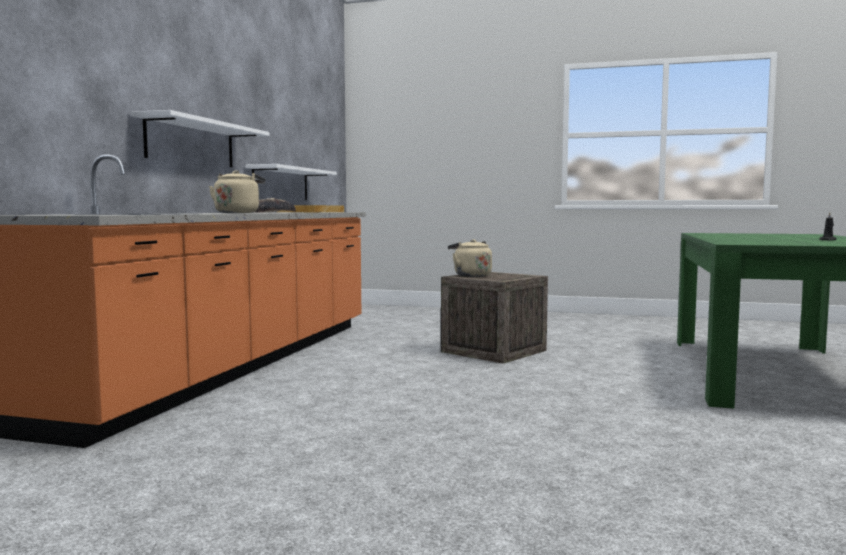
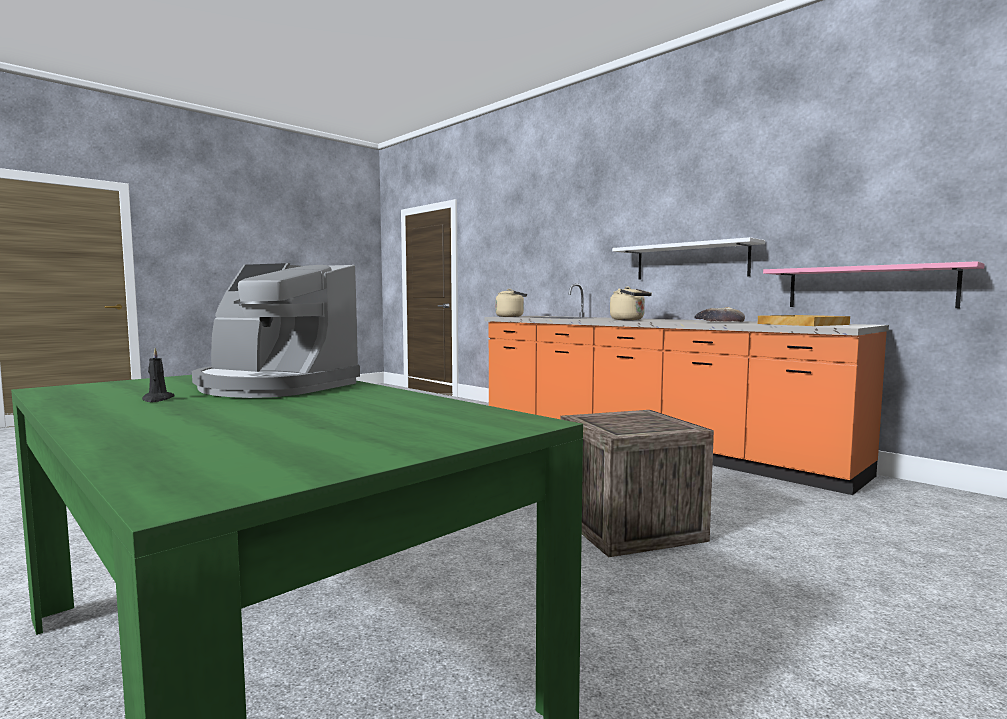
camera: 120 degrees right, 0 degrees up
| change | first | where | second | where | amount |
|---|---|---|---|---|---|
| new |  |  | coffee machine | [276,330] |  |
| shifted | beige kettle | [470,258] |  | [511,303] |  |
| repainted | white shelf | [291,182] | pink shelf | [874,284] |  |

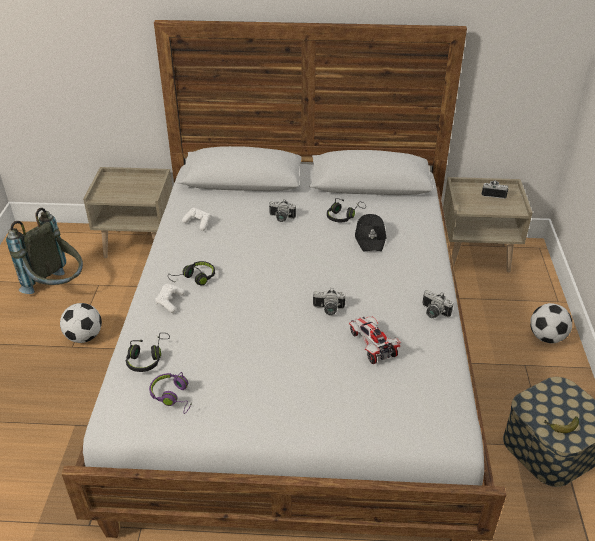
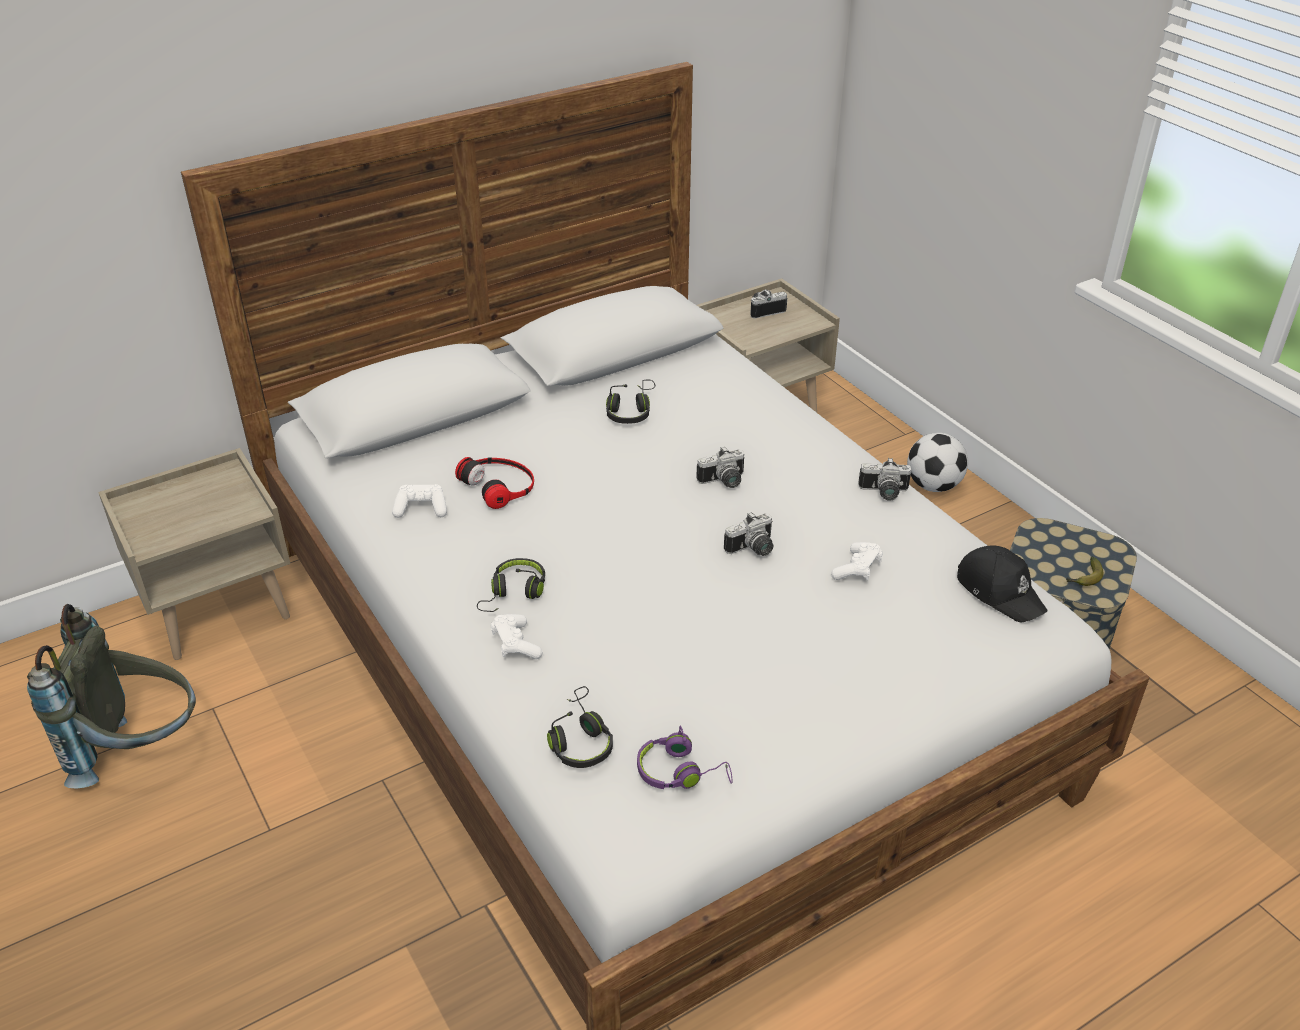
camera: 35 degrees left, 0 degrees up
| change | first | where | second | where | amount |
|---|---|---|---|---|---|
| new |  |  | headphones | [494,483] |  |
| shifted | photo camera | [282,211] |  | [720,467] |  |
| swapped | toy car | [375,340] | white game controller | [857,561] |  |
| shifted | black cap | [370,232] |  | [1002,584] |  |
| gone | football | [81,323] |  |  |  |

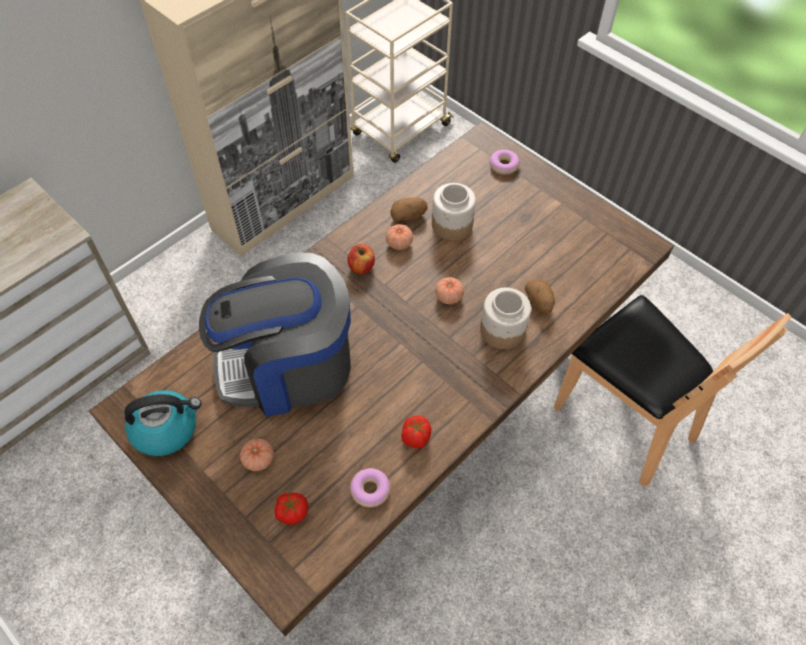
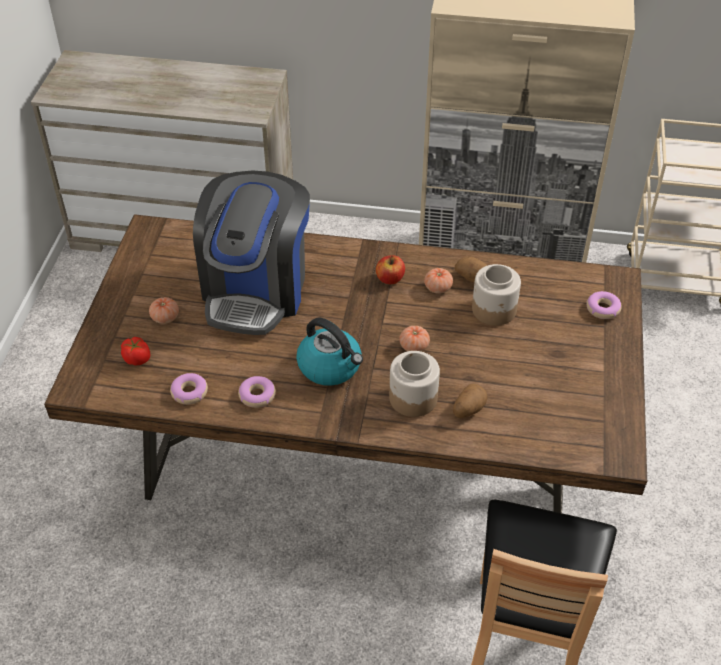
camera: 55 degrees right, 10 degrees down
| change | first | where | second | where | amount |
|---|---|---|---|---|---|
| rotated | coffee machine | [275,334] |  | [251,253] | 120 degrees counterclockwise |
| swapped | tomato | [416,431] | donut | [257,392] |  |
| shifted | kettle | [162,423] |  | [329,351] |  |

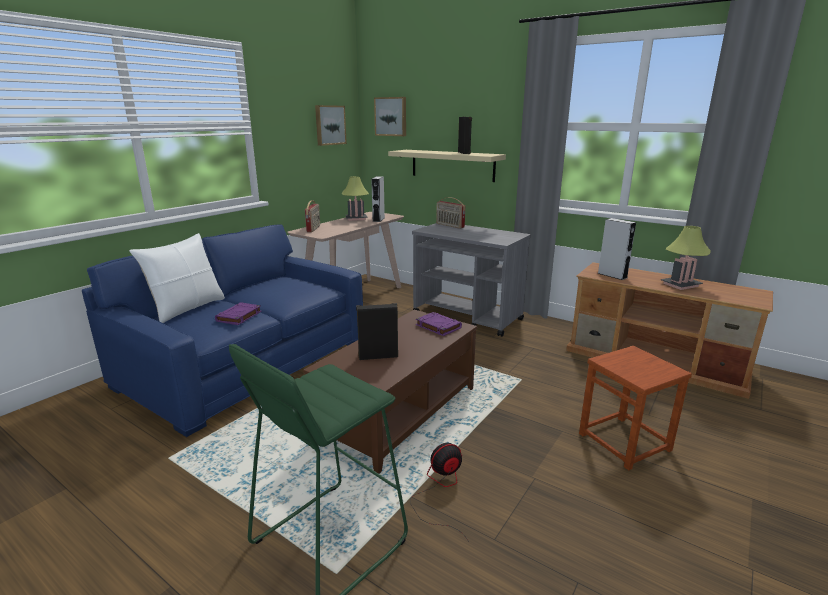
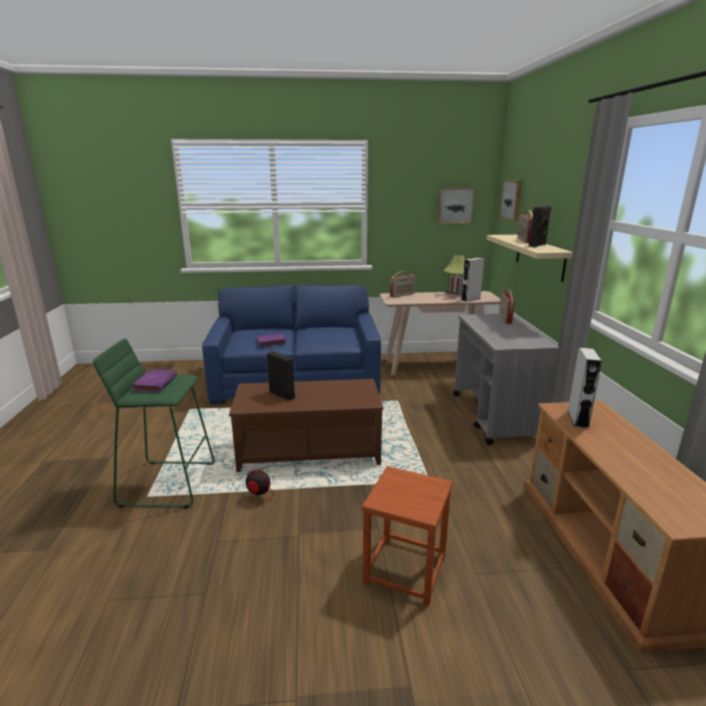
camera: 50 degrees right, 0 degrees up
| change | first | where | second | where | amount |
|---|---|---|---|---|---|
| shifted | purple book | [439,324] |  | [154,380] |  |
| new |  |  | radio | [525,226] |  |
| gone | white pillow | [177,278] |  |  |  |
| gone | table lamp | [686,258] |  |  |  |

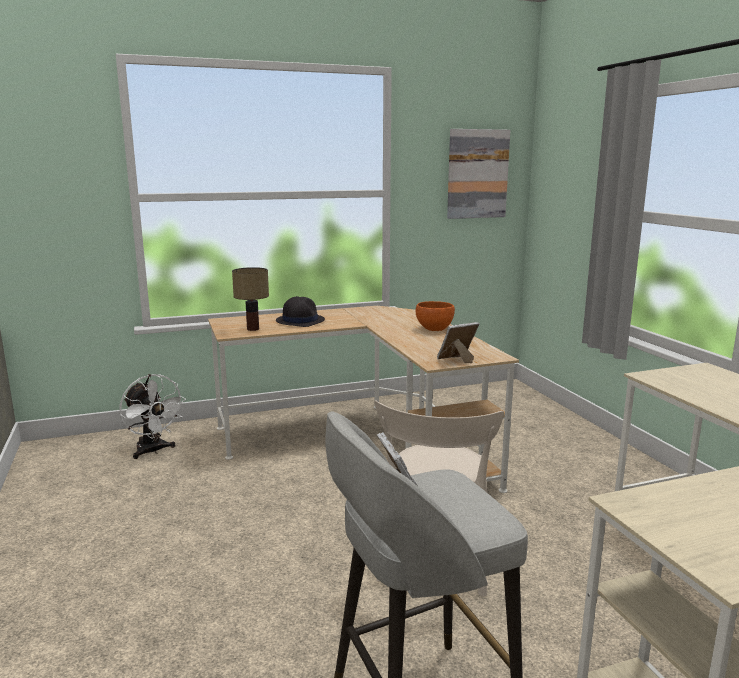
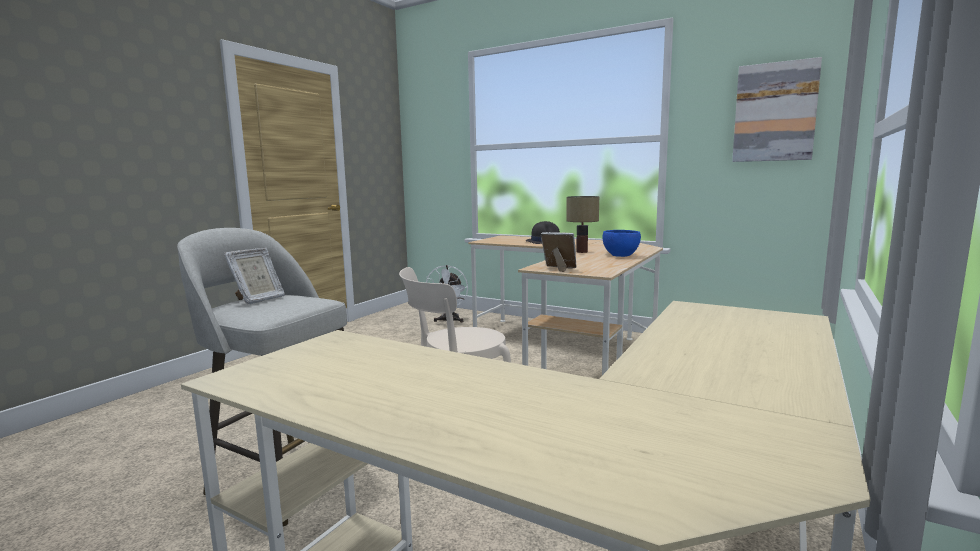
camera: 50 degrees right, 5 degrees down
| change | first | where | second | where | amount |
|---|---|---|---|---|---|
| shifted | table lamp | [250,299] |  | [582,224] |  |
| repainted | orange bowl | [435,316] | blue bowl | [621,243] |  |

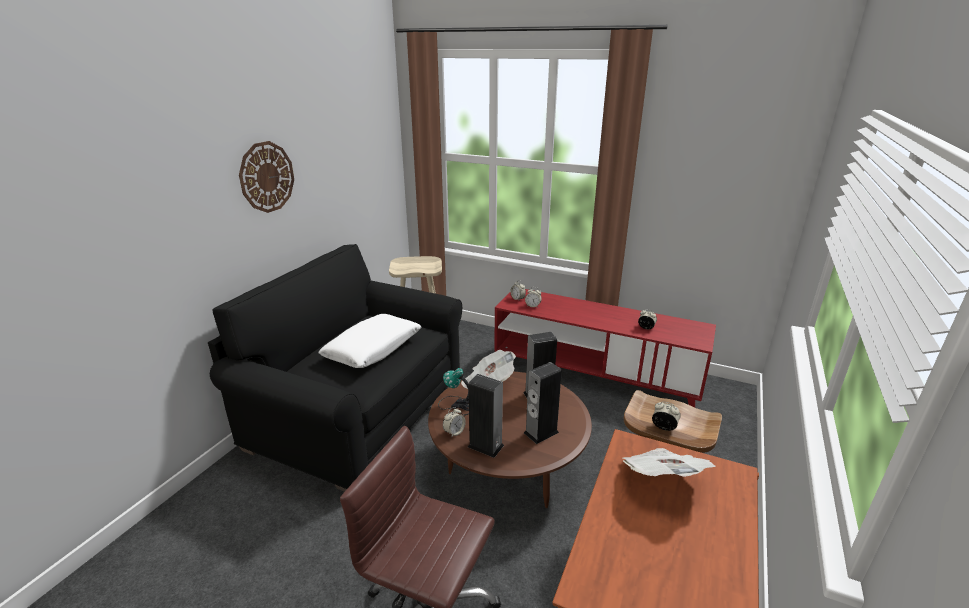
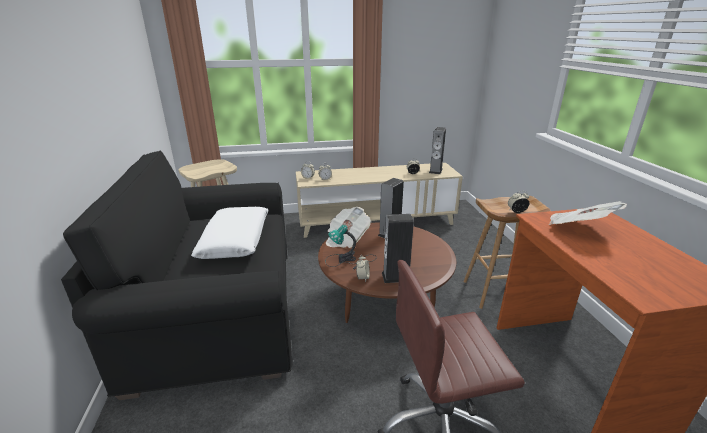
camera: 35 degrees left, 0 degrees up
| change | first | where | second | where | amount |
|---|---|---|---|---|---|
| repainted | red tv stand | [605,348] | beige tv stand | [379,200] |  |
| shifted | speaker | [543,403] |  | [437,150] |  |
| gone | wall clock | [266,177] |  |  |  |

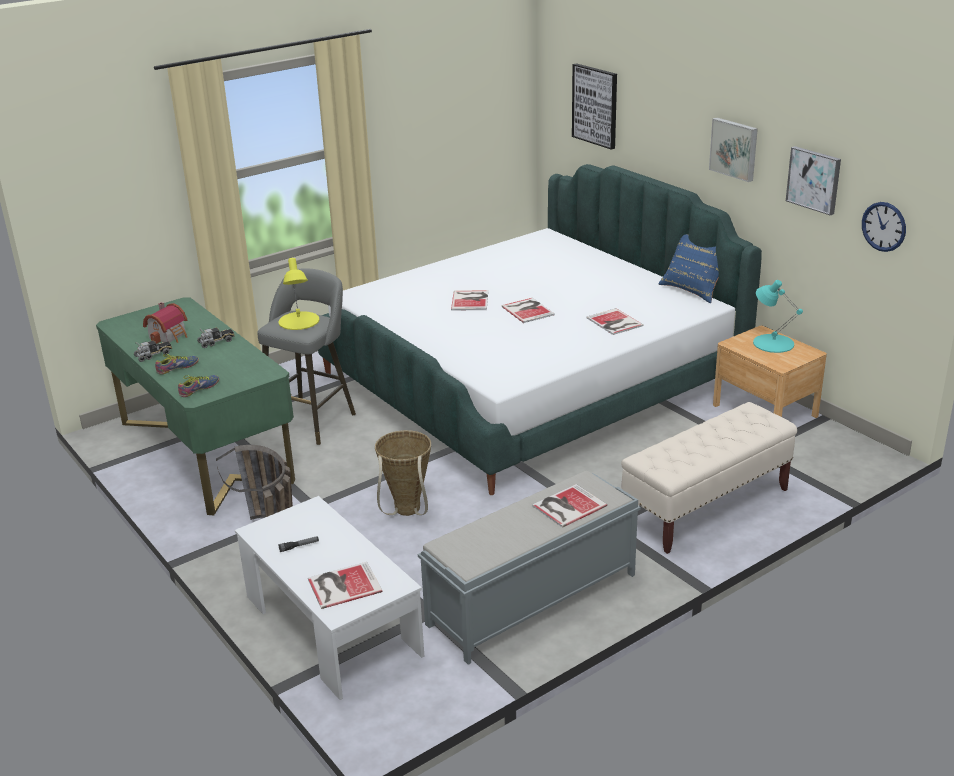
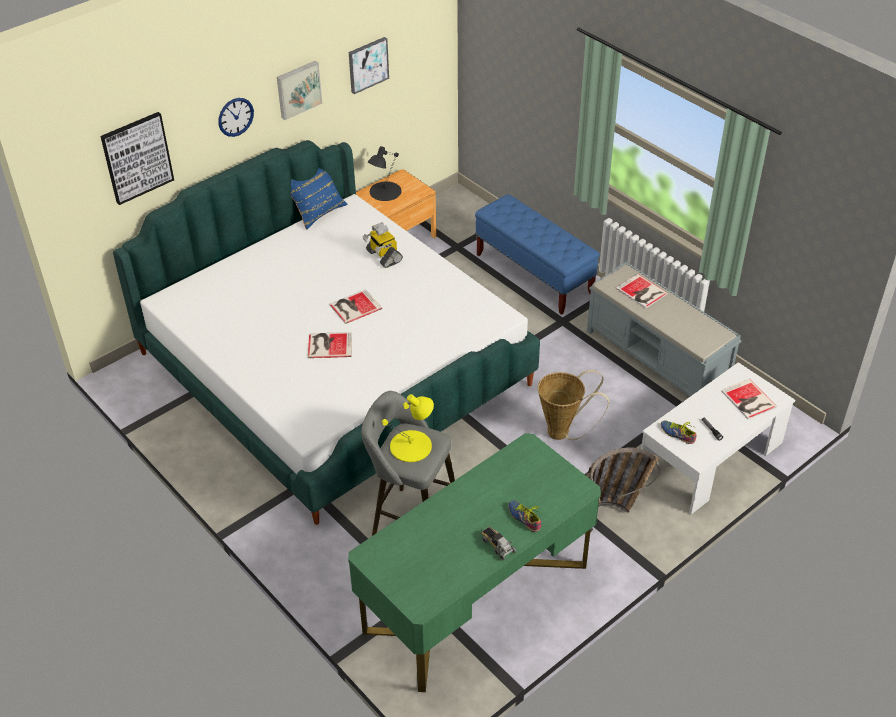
camera: 95 degrees left, 15 degrees up
| change | first | where | second | where | amount |
|---|---|---|---|---|---|
| shifted | wall clock | [884,227] |  | [236,117] |  |
| swapped | book | [615,321] | toy robot | [383,245] |  |
| repainted | turquoise table lamp | [778,316] | black table lamp | [384,173] |  |
| repainted | beige bench | [709,478] | blue bench | [537,254] |  |
| shifted | shoe | [198,386] |  | [679,432] |  |
| gone | toy house | [165,323] |  |  |  |
| gone | toy truck | [216,337] |  |  |  |

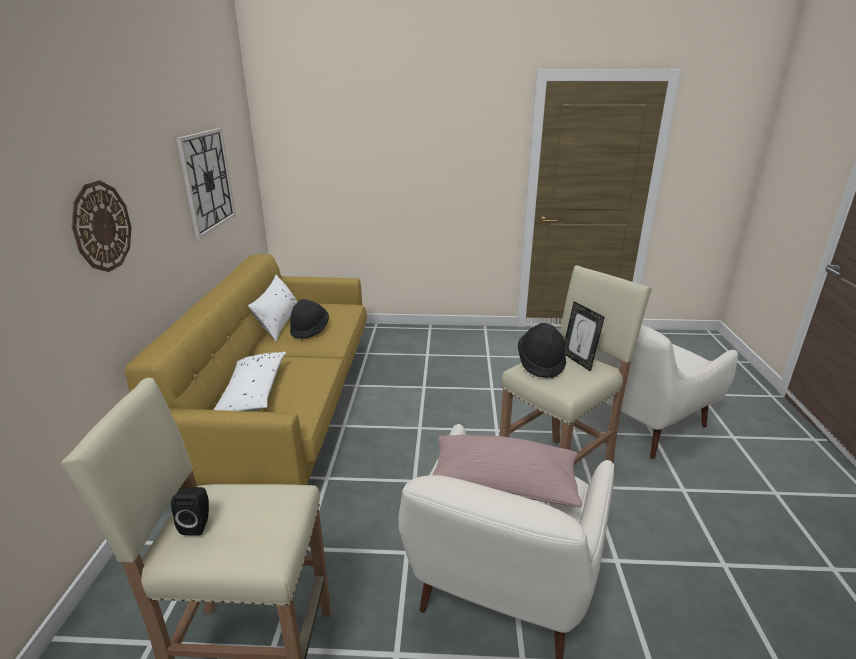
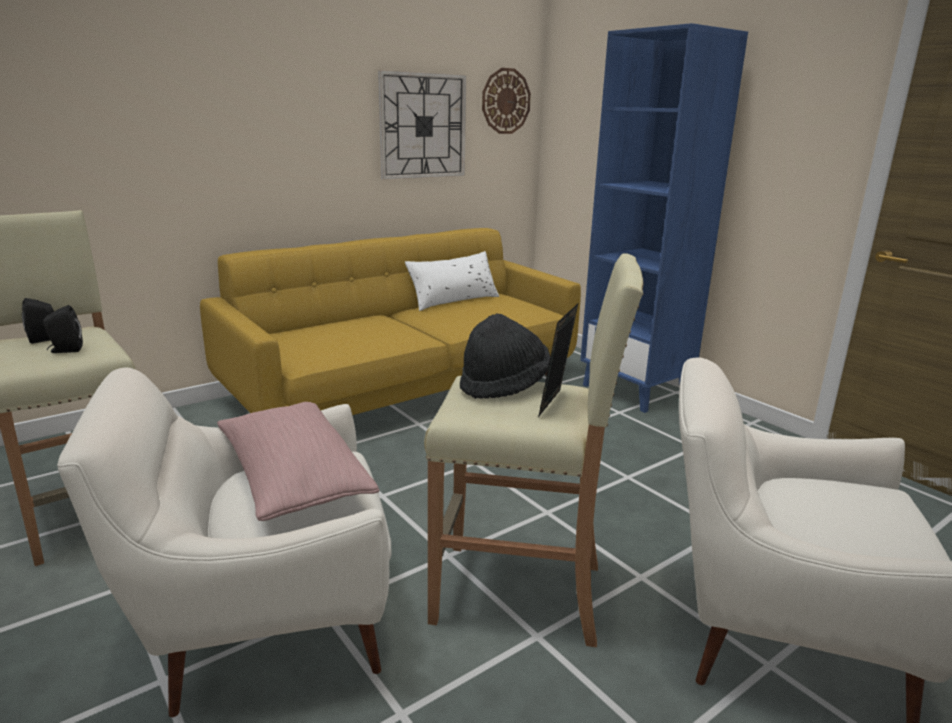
camera: 50 degrees right, 5 degrees down
| change | first | where | second | where | amount |
|---|---|---|---|---|---|
| new |  |  | black speaker | [63,329] |  |
| shifted | wall clock | [101,226] |  | [506,101] |  |
| new |  |  | blue bookcase | [664,218] |  |
| gone | white pillow | [250,382] |  |  |  |
| gone | black hat | [309,319] |  |  |  |

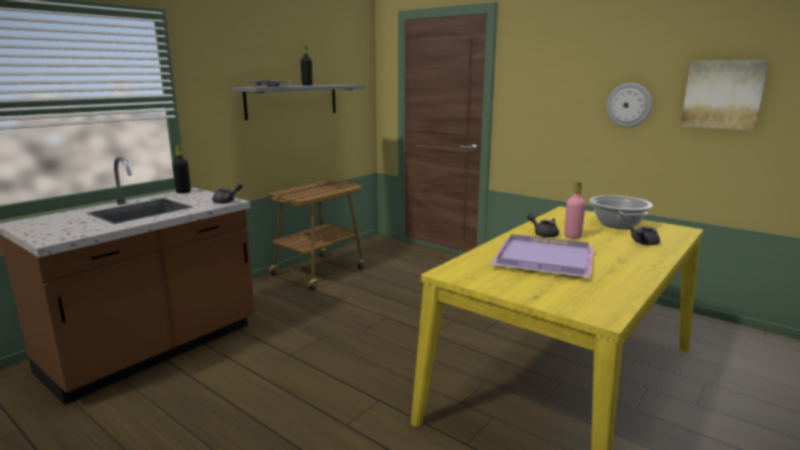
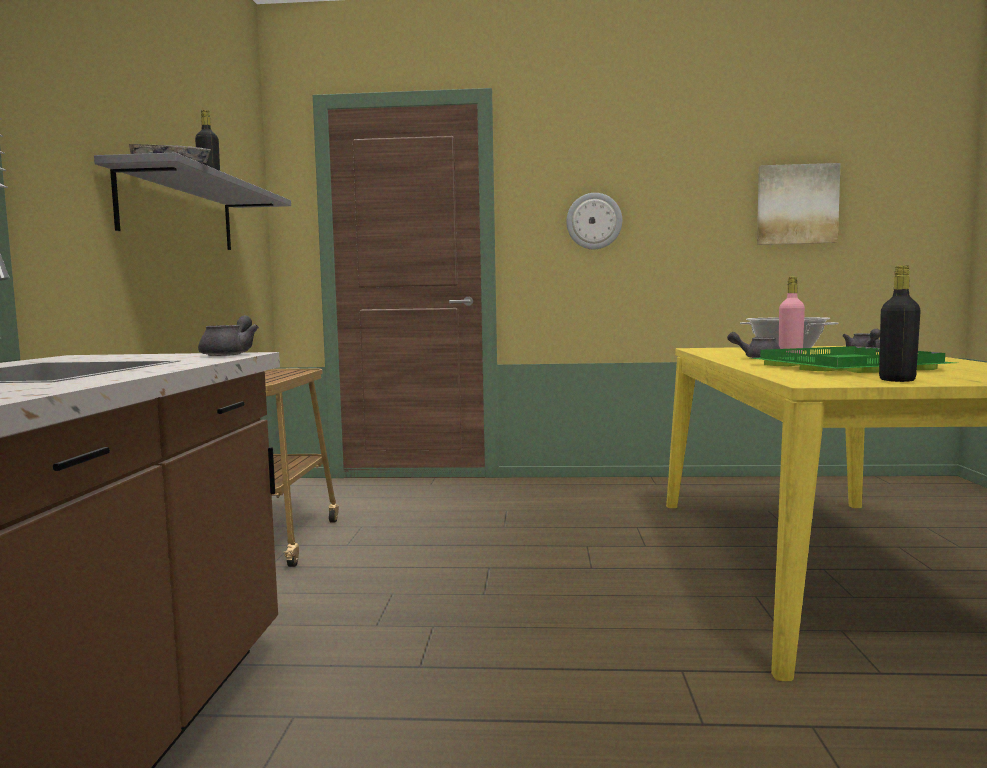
camera: 35 degrees left, 10 degrees down
| change | first | where | second | where | amount |
|---|---|---|---|---|---|
| shifted | wall clock | [629,105] |  | [594,221] |  |
| repainted | purple tray | [542,256] | green tray | [853,359] |  |
| shifted | black bottle | [181,169] |  | [900,323] |  |

